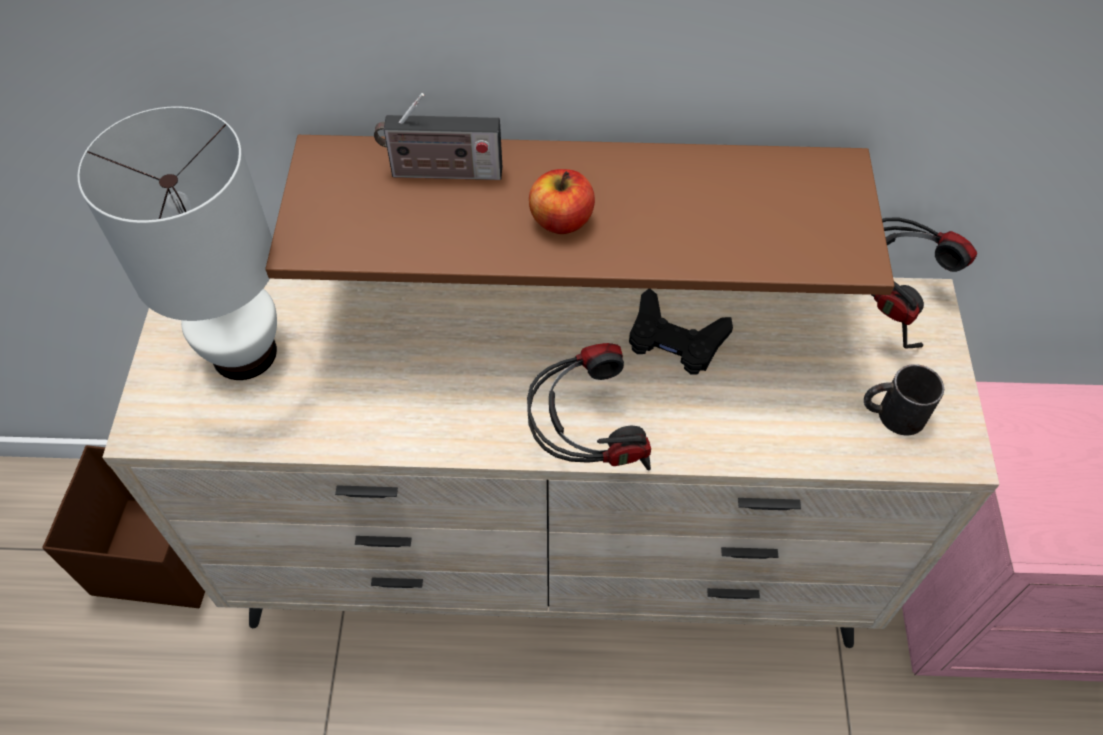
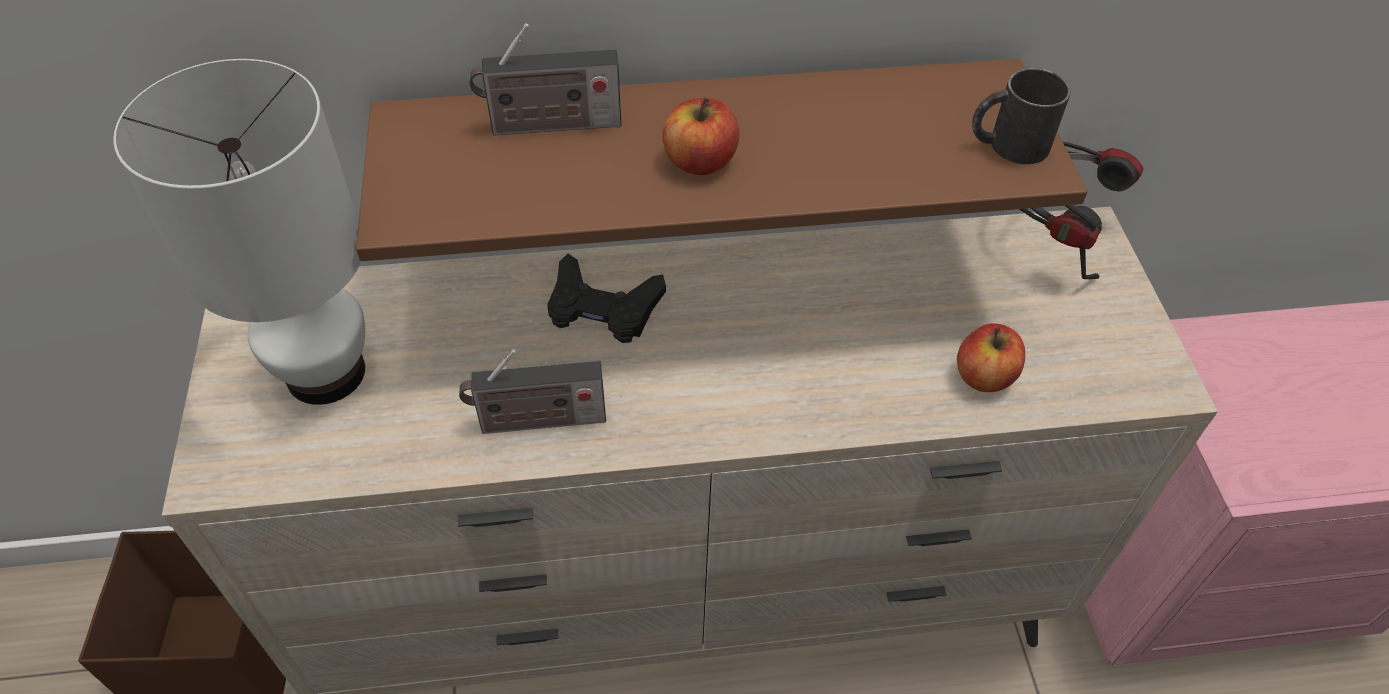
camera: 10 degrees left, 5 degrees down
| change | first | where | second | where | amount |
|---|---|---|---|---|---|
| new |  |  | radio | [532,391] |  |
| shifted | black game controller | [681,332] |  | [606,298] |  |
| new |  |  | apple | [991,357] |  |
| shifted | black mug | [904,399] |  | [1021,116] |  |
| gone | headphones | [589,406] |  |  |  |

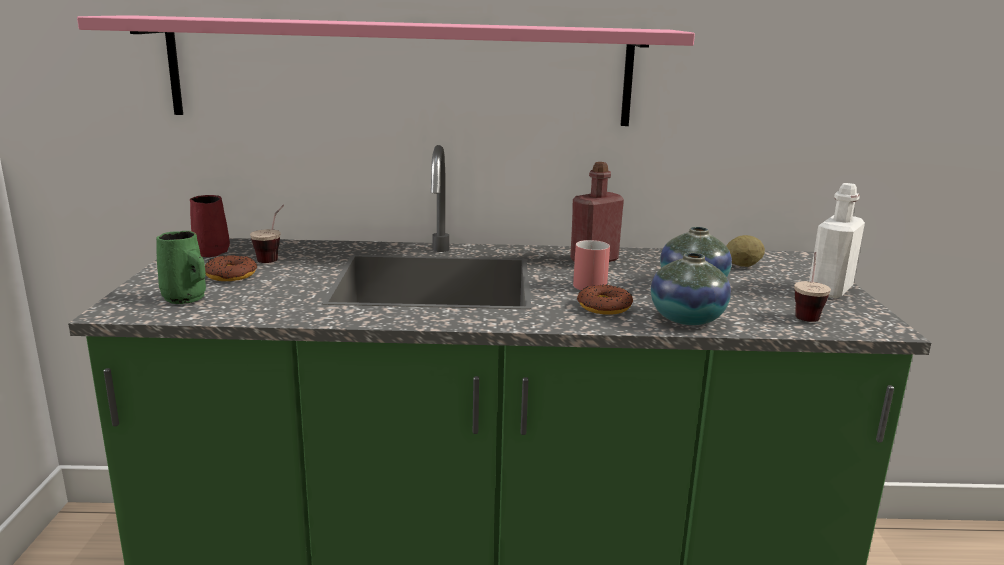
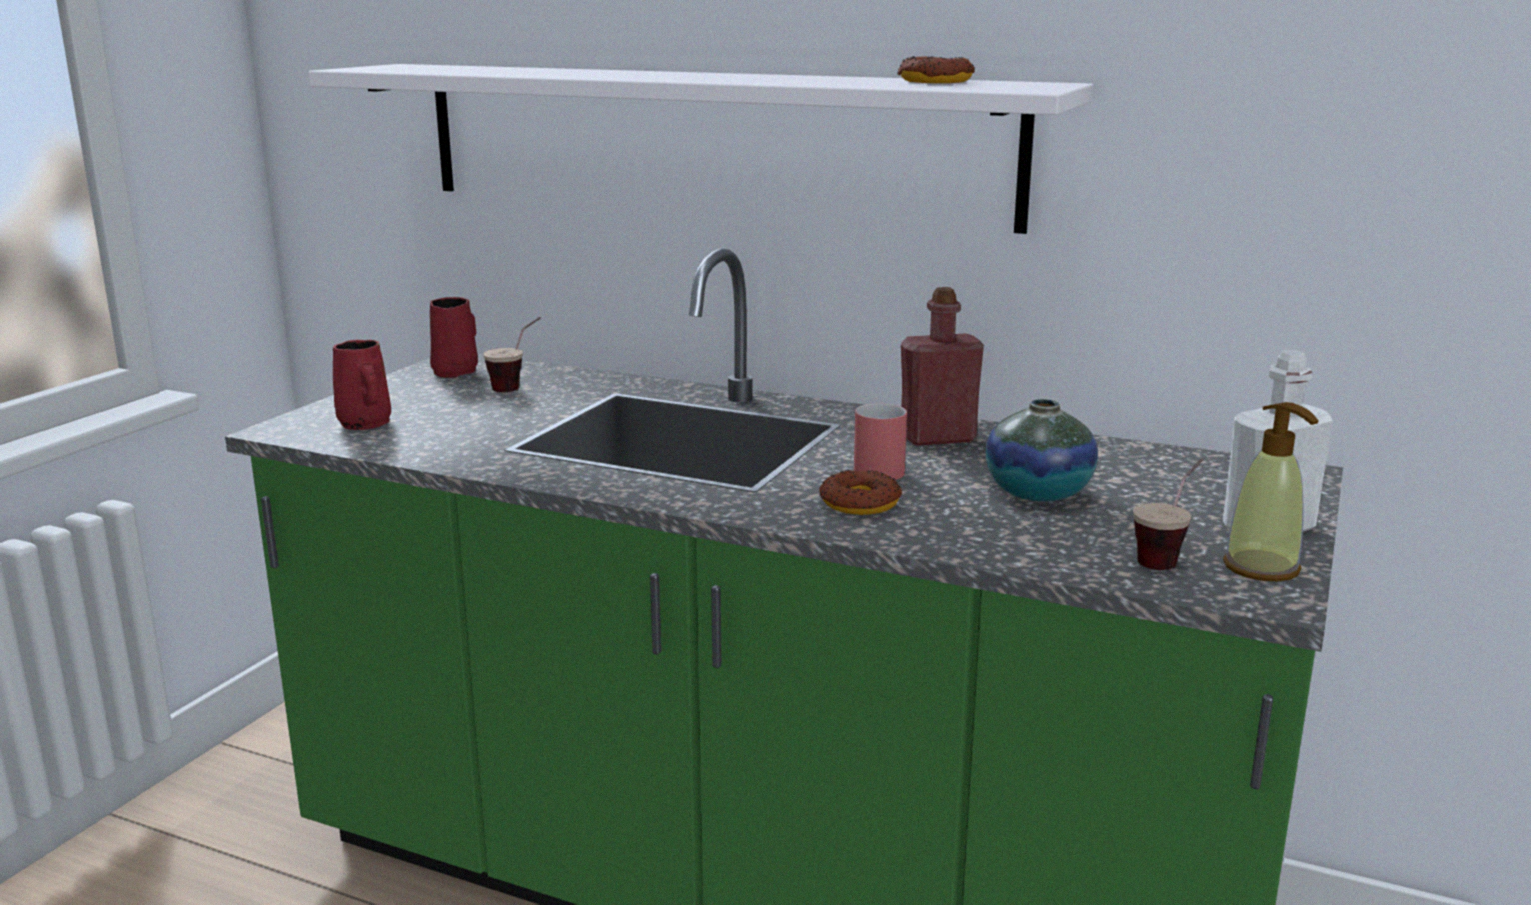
camera: 25 degrees right, 0 degrees up
| change | first | where | second | where | amount |
|---|---|---|---|---|---|
| repainted | pink shelf | [386,70] | white shelf | [701,149] |  |
| repainted | green mug | [181,267] | red mug | [362,385] |  |
| shifted | donut | [231,268] |  | [936,69] |  |
| new |  |  | soap dispenser | [1271,491] |  |
| gone | vase | [691,289] |  |  |  |
| gone | potato | [745,251] |  |  |  |

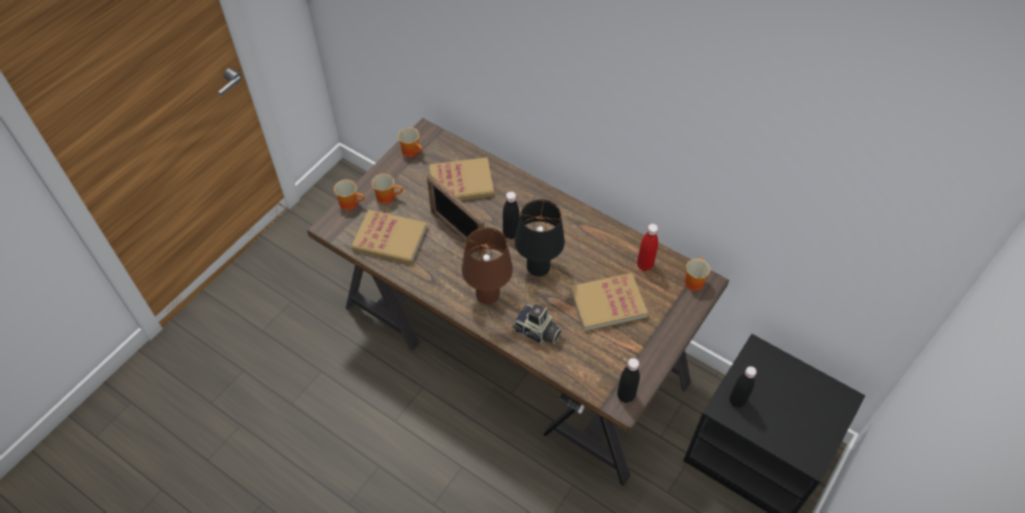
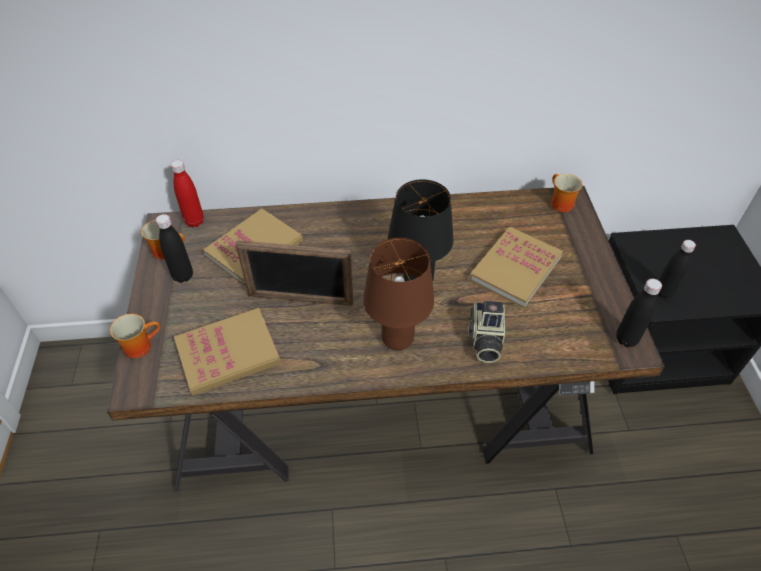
camera: 40 degrees left, 5 degrees down
| change | first | where | second | where | amount |
|---|---|---|---|---|---|
| shifted | black bottle | [511,215] |  | [174,248] |  |
| shifted | red bottle | [647,247] |  | [187,193] |  |
| rotated | photo camera | [537,324] |  | [486,332] | 105 degrees clockwise |
| gone | mug | [387,189] |  |  |  |

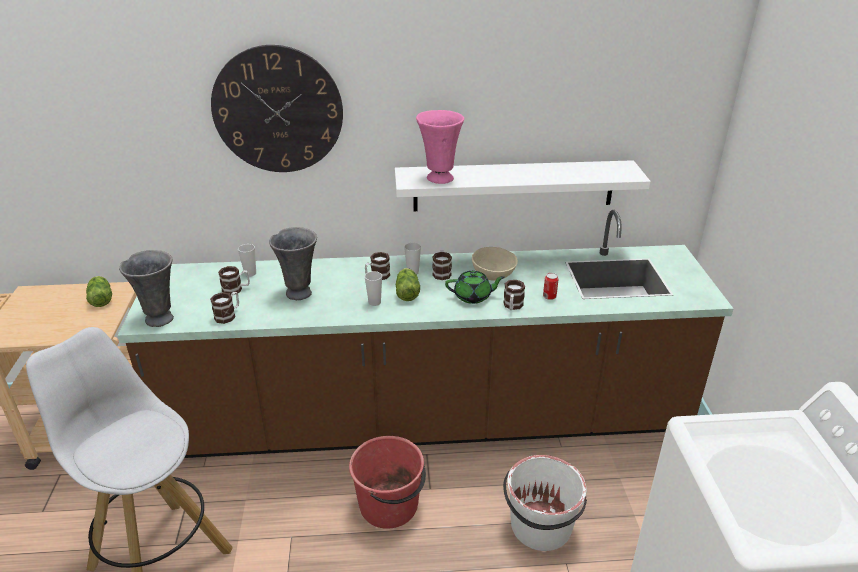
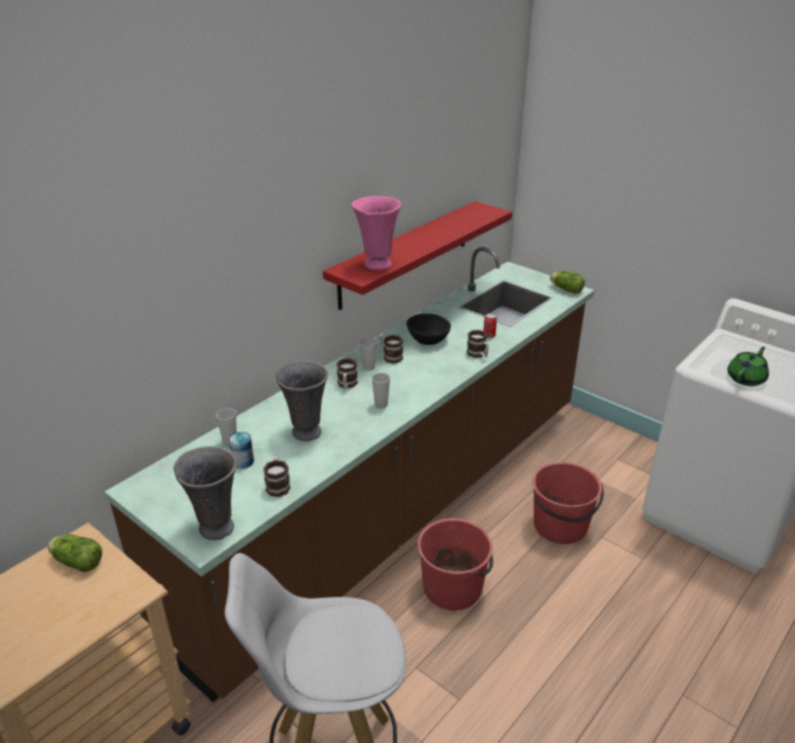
camera: 45 degrees left, 0 degrees up
| change | first | where | second | where | amount |
|---|---|---|---|---|---|
| swapped | mug | [234,280] | can | [241,450] |  |
| repainted | white shelf | [523,185] | red shelf | [417,255] |  |
| repainted | beige bowl | [495,264] | black bowl | [428,329] |  |
| repainted | white bucket | [545,503] | red bucket | [568,503] |  |
| shifted | lettuce | [408,284] |  | [567,282] |  |
| shifted | green teapot | [475,287] |  | [748,366] |  |
| gone | wall clock | [277,108] |  |  |  |

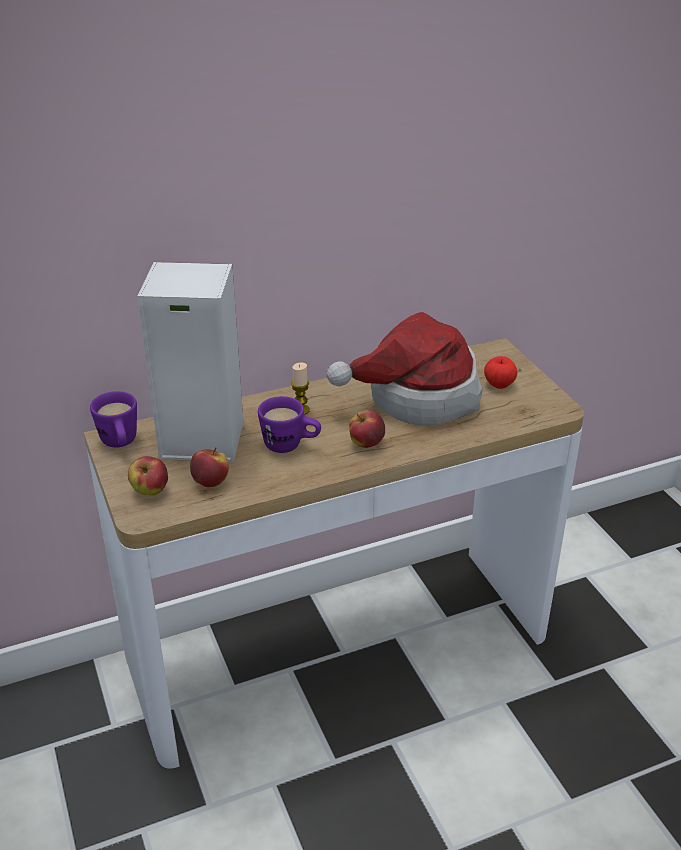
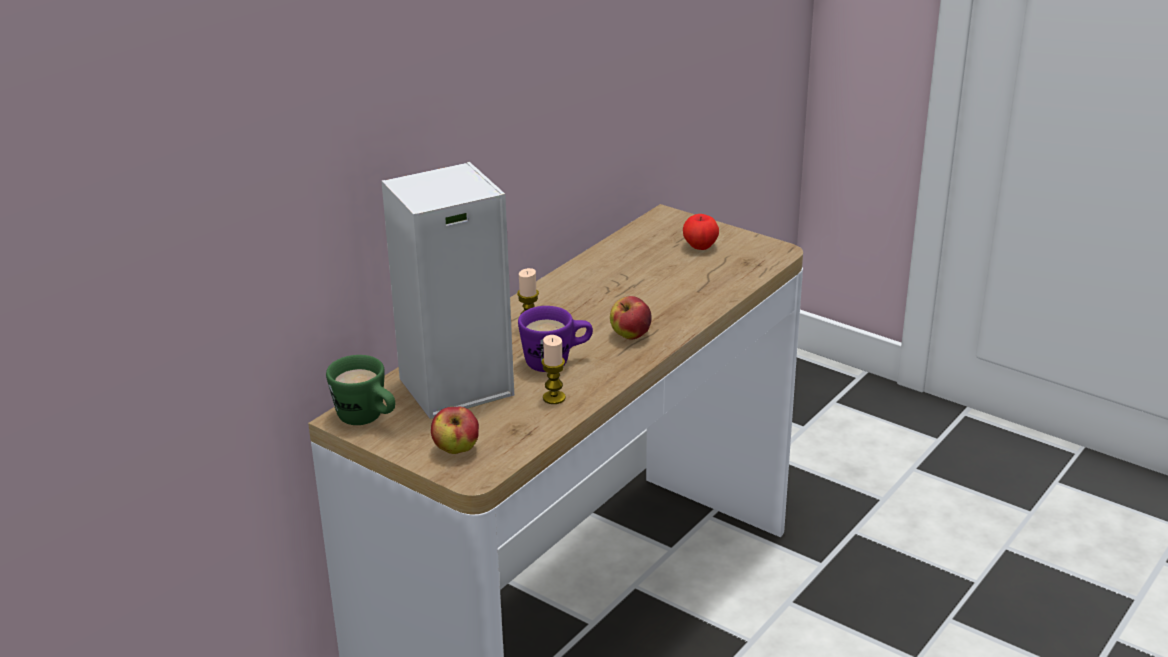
camera: 30 degrees left, 5 degrees down
| change | first | where | second | where | amount |
|---|---|---|---|---|---|
| repainted | purple mug | [113,419] | green mug | [360,390] |  |
| new |  |  | candle | [553,369] |  |
| gone | apple | [209,467] |  |  |  |
| gone | hat | [404,368] |  |  |  |

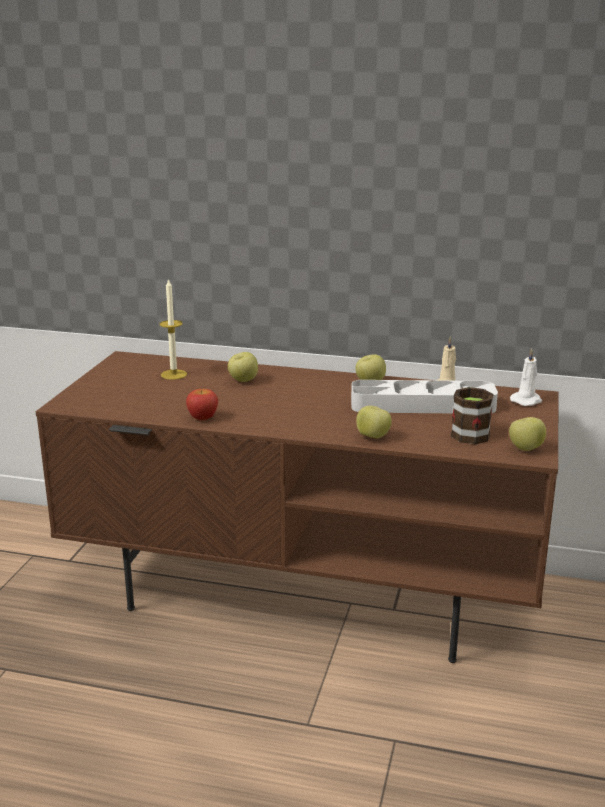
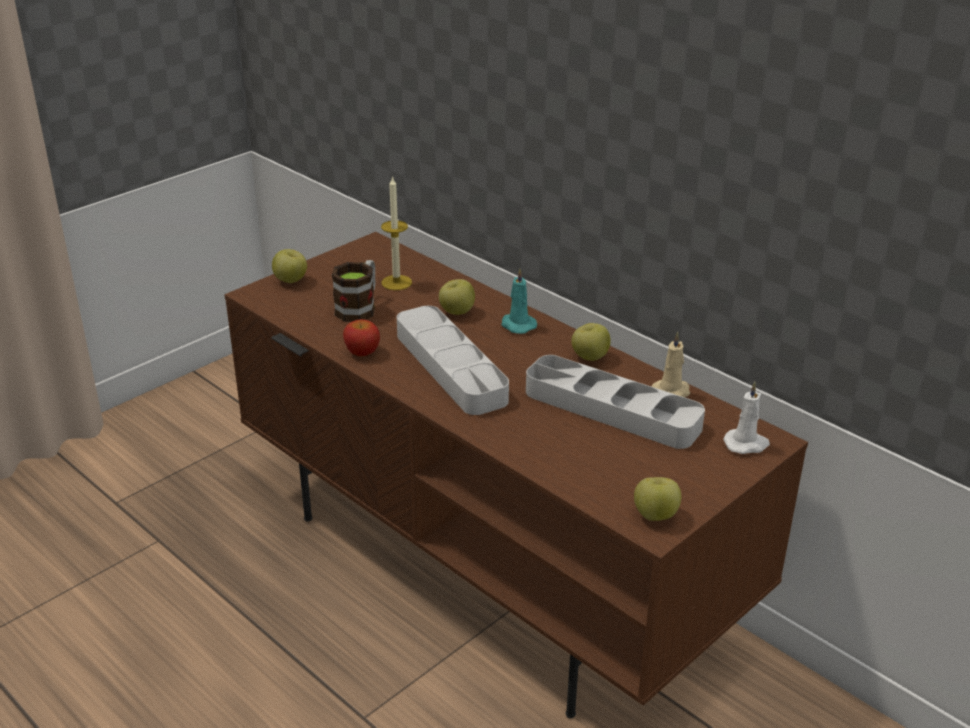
camera: 30 degrees right, 10 degrees up
| change | first | where | second | where | amount |
|---|---|---|---|---|---|
| shifted | apple | [374,422] |  | [289,266] |  |
| shifted | mug | [472,415] |  | [353,291] |  |
| new |  |  | grey tray | [453,360] |  |
| new |  |  | turquoise candle | [519,301] |  |

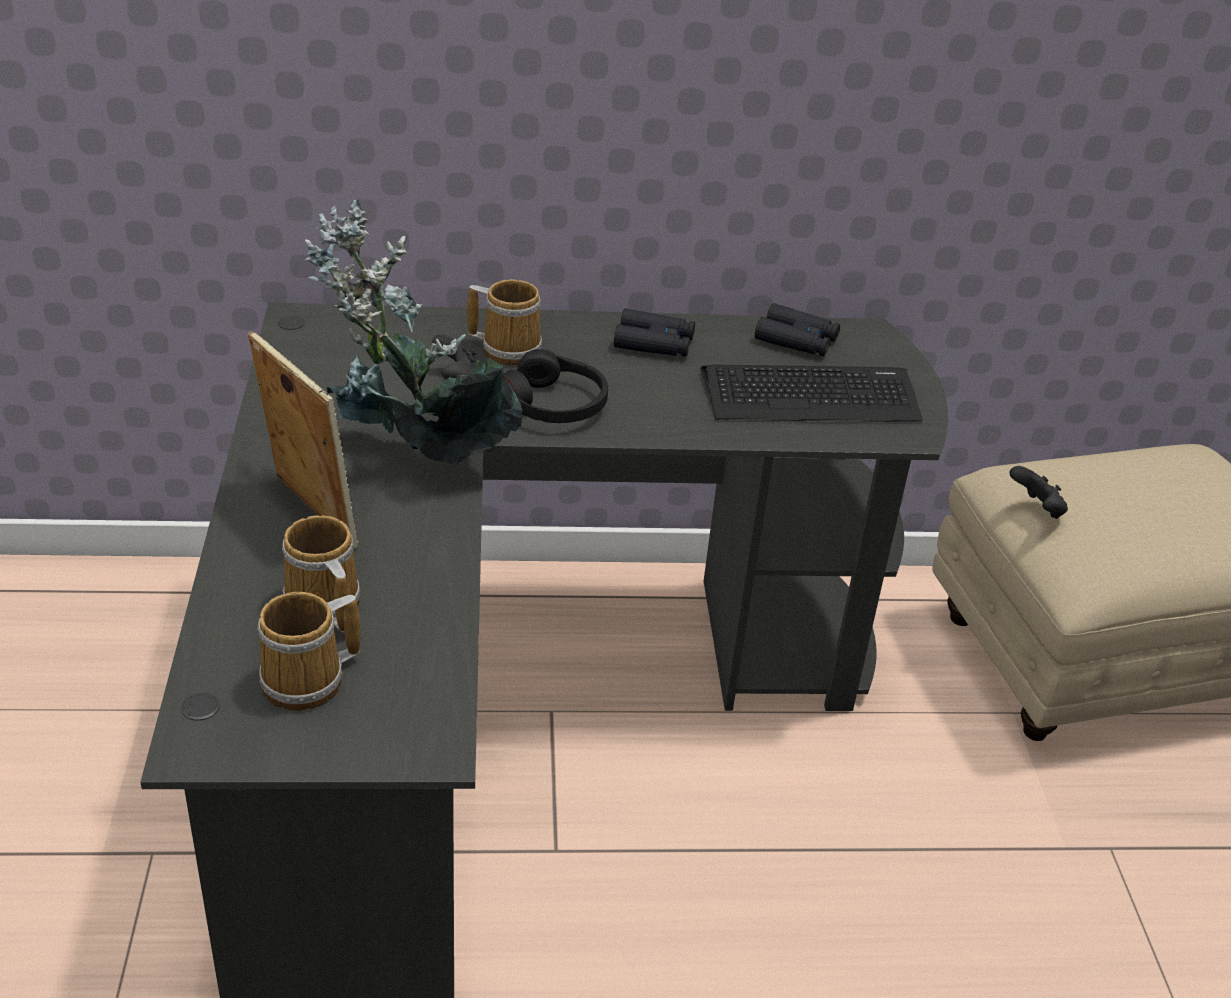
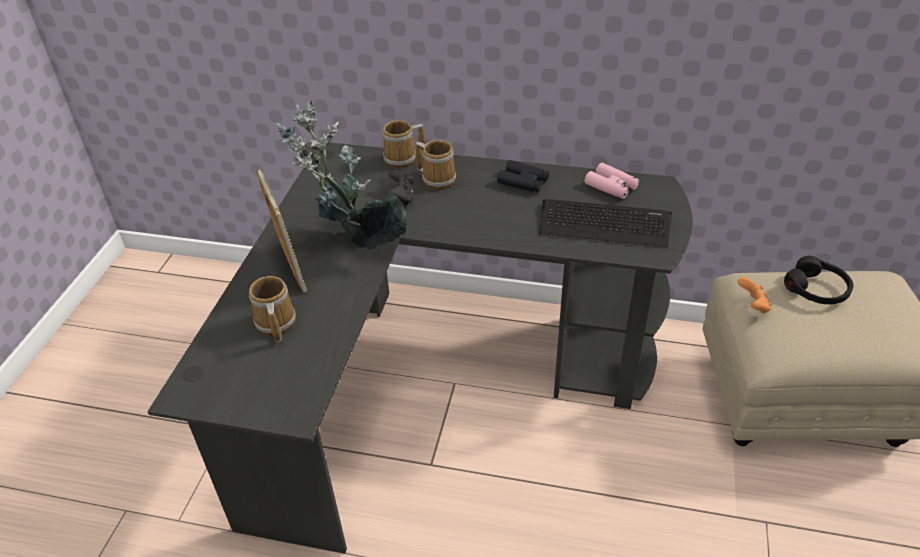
camera: 20 degrees right, 5 degrees up
| change | first | where | second | where | amount |
|---|---|---|---|---|---|
| shifted | mug | [309,651] |  | [403,144] |  |
| repainted | black binoculars | [797,329] | pink binoculars | [612,181] |  |
| repainted | black game controller | [1039,492] | orange game controller | [754,295] |  |
| shifted | black headphones | [555,386] |  | [818,280] |  |

